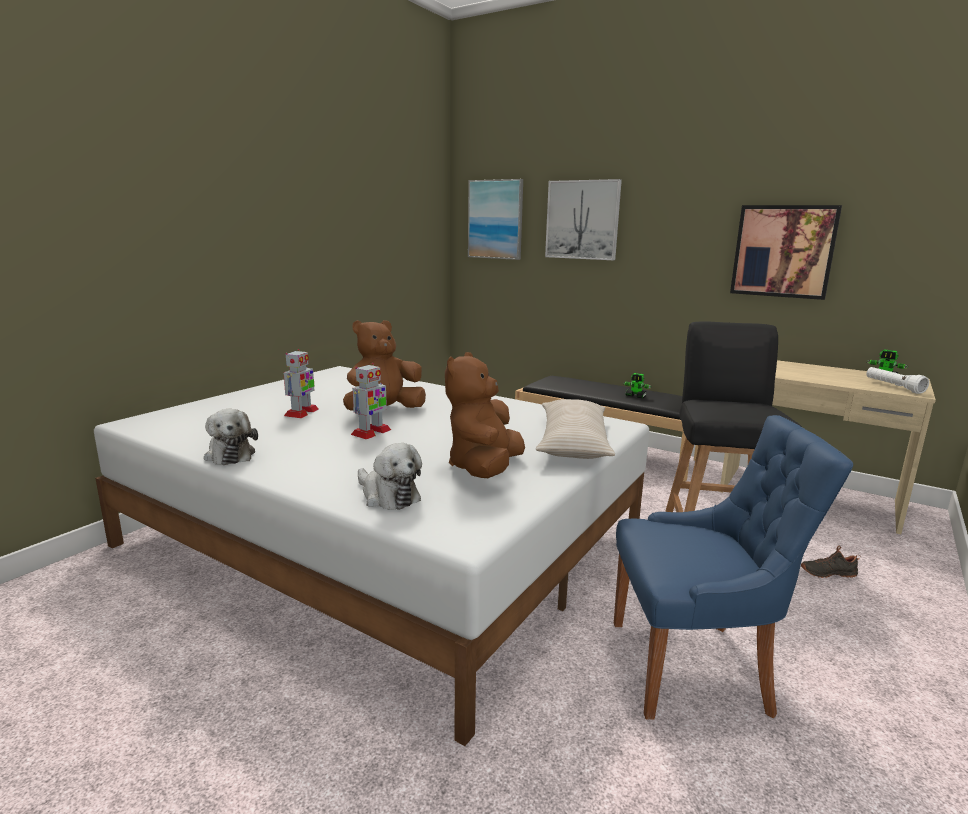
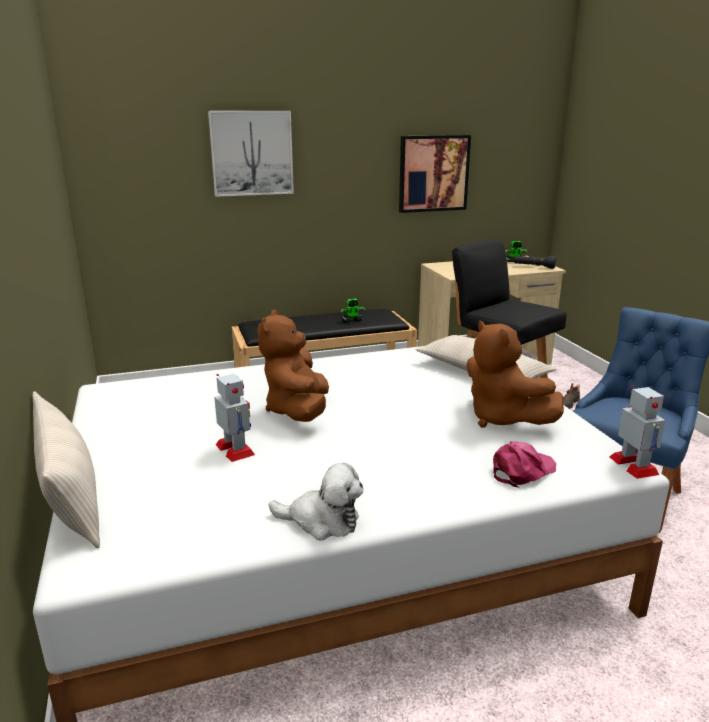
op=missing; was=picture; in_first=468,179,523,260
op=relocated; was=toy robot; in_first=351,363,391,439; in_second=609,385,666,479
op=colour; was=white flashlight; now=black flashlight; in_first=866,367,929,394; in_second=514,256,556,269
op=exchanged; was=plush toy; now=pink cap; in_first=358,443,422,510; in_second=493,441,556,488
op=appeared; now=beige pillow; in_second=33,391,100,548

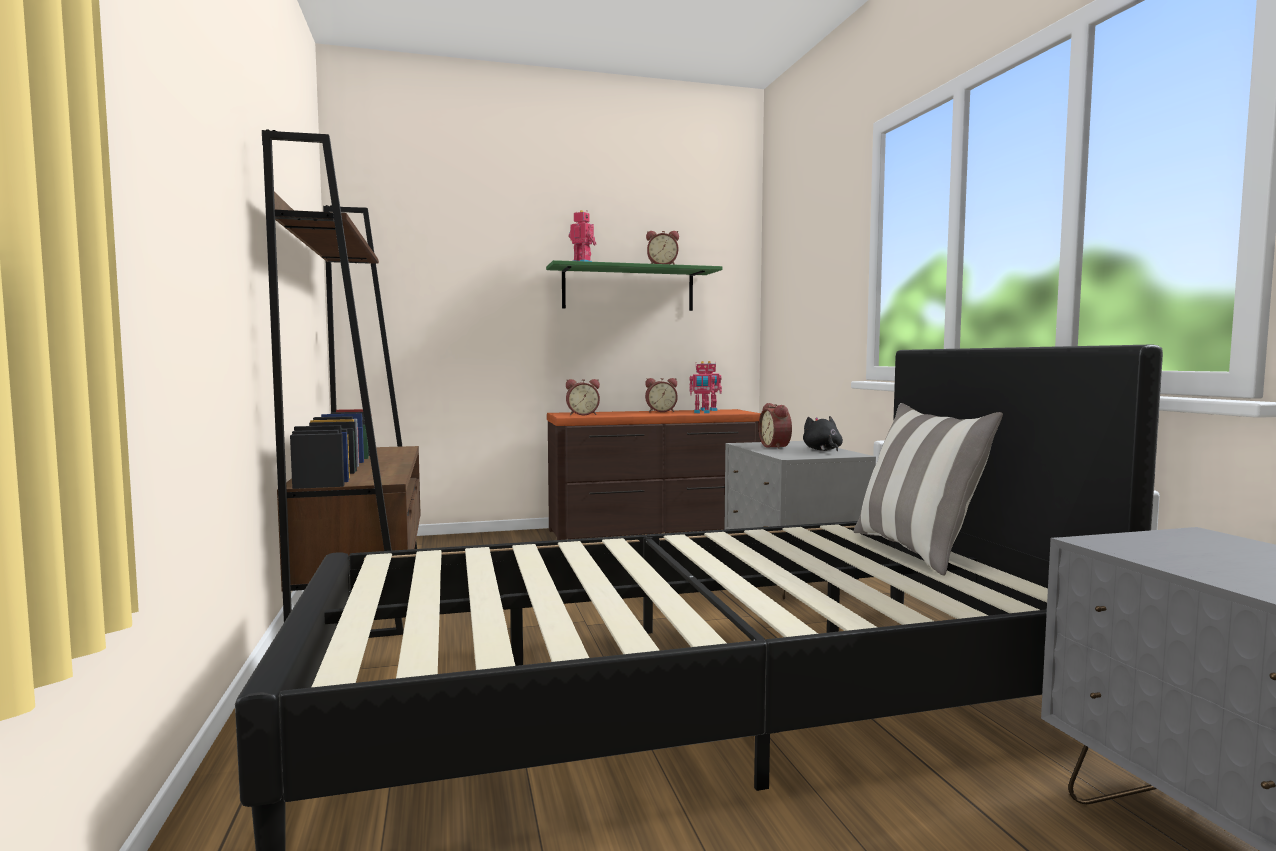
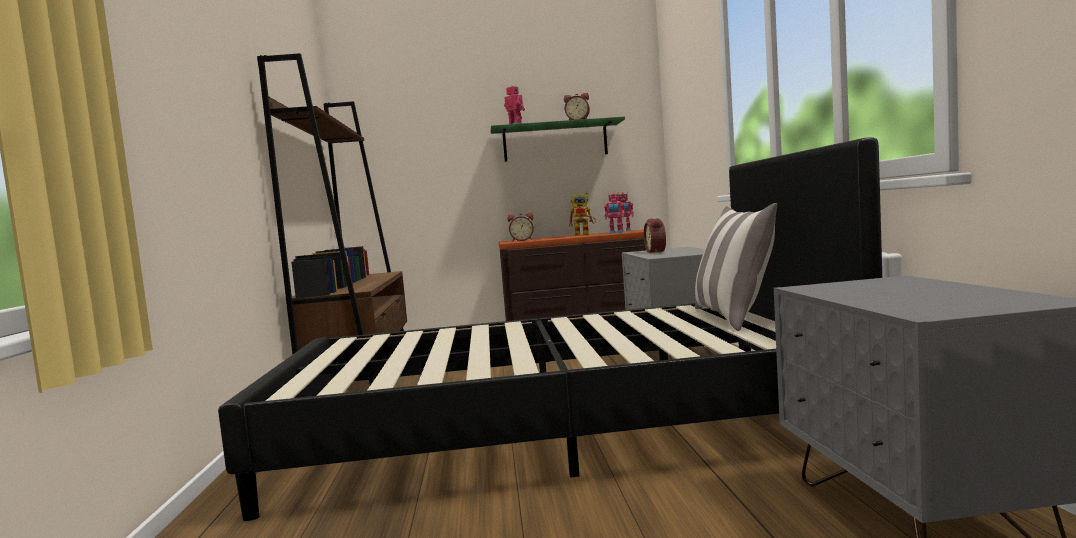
op=exchanged; was=alarm clock; now=toy robot; in_first=645,378,678,412; in_second=569,192,596,236
op=missing; was=black plush toy; in_first=803,416,843,451

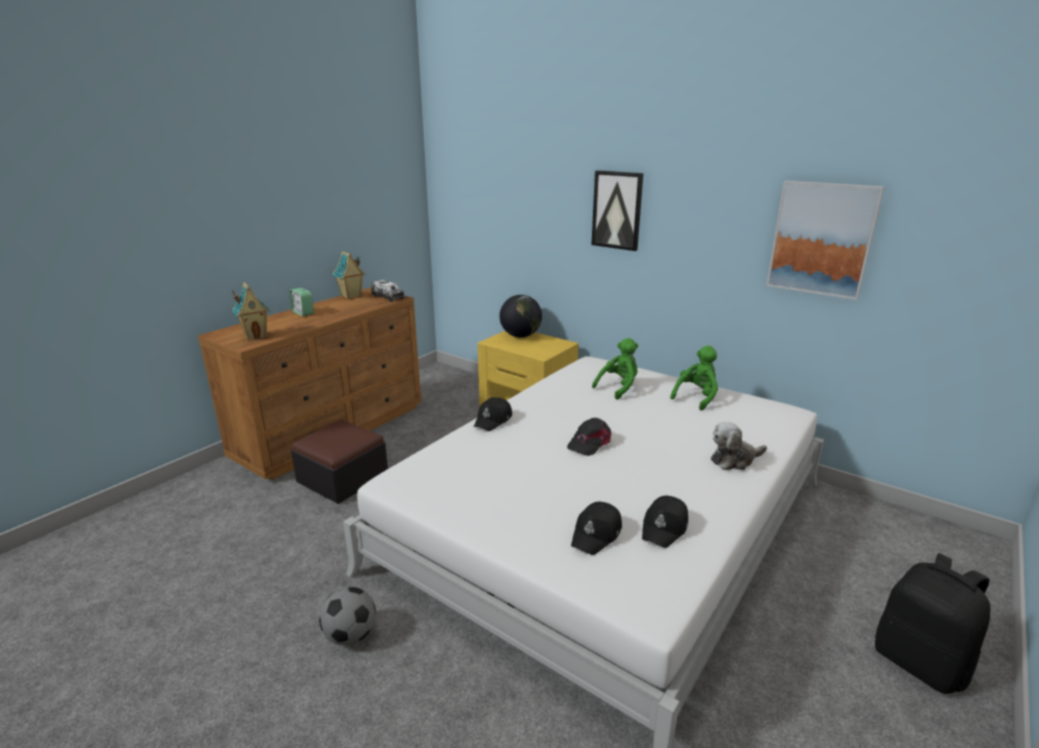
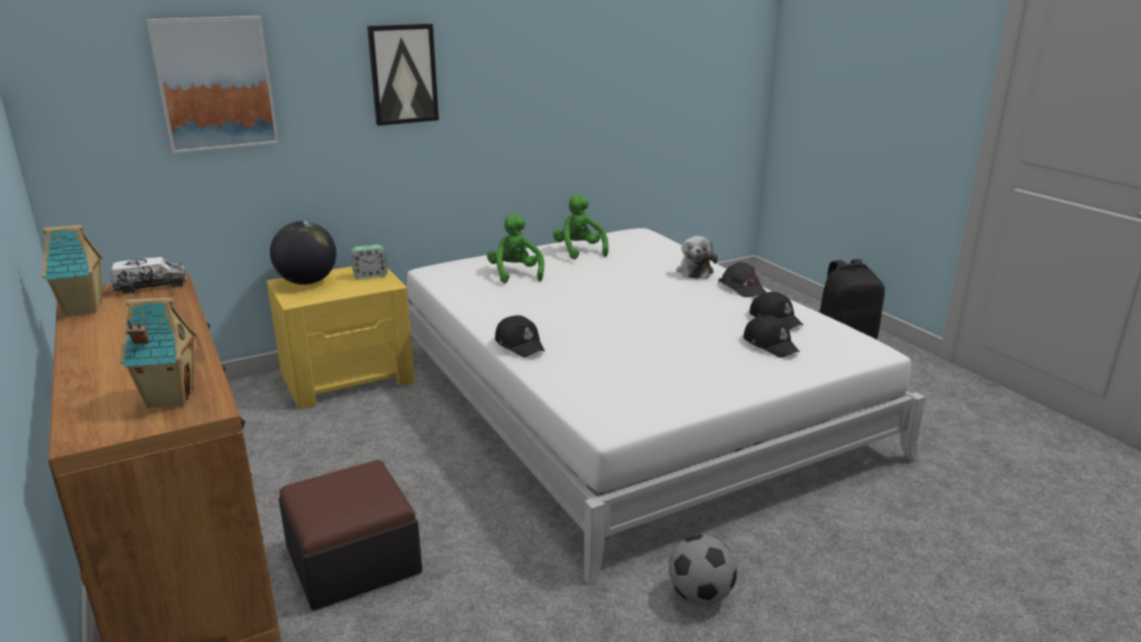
op=relocated; was=picture; in_first=766,181,884,300; in_second=147,16,279,153
op=relocated; was=alarm clock; in_first=289,288,314,316; in_second=351,244,387,279
op=relocated; was=black cap; in_first=567,418,611,456; in_second=719,262,767,297

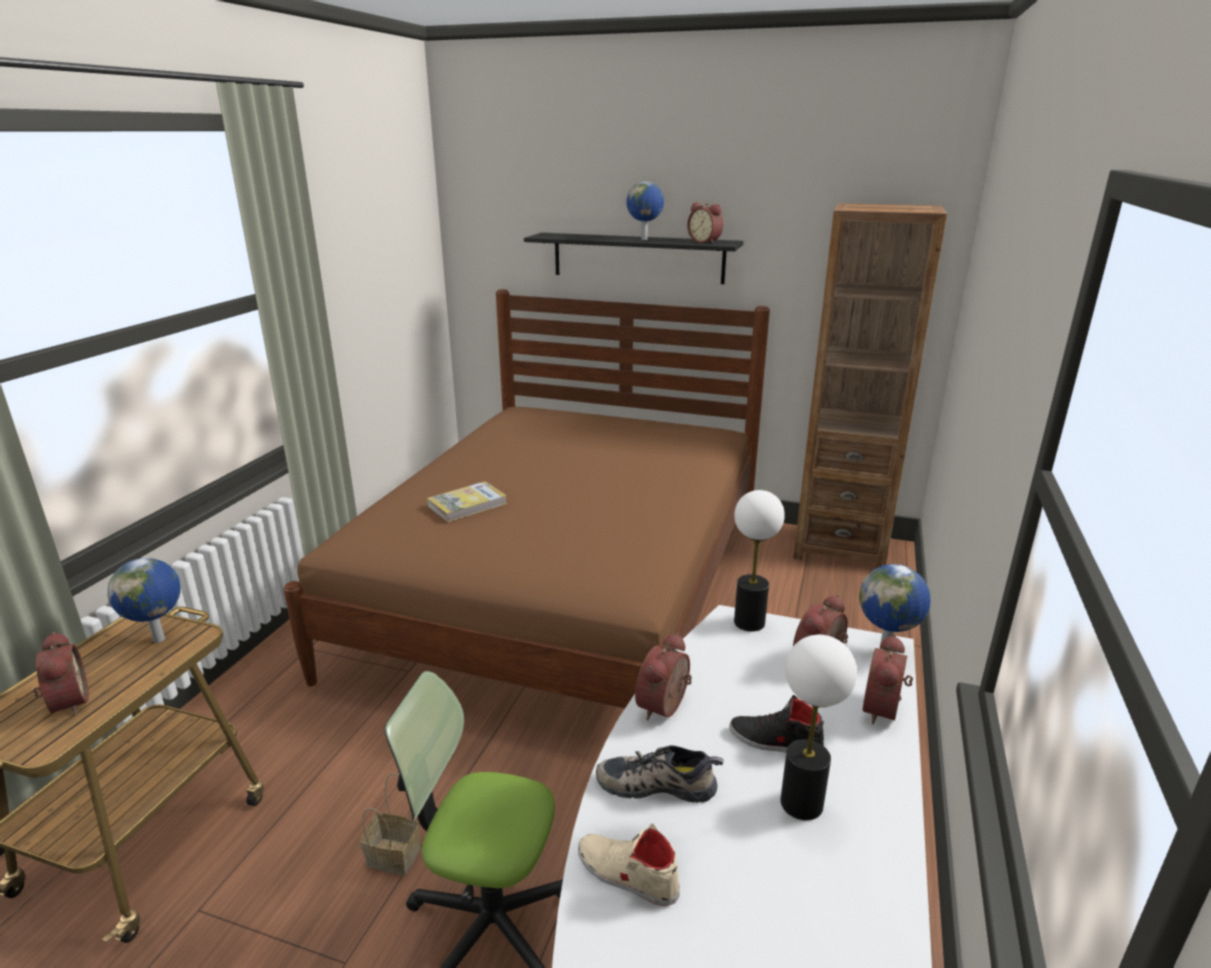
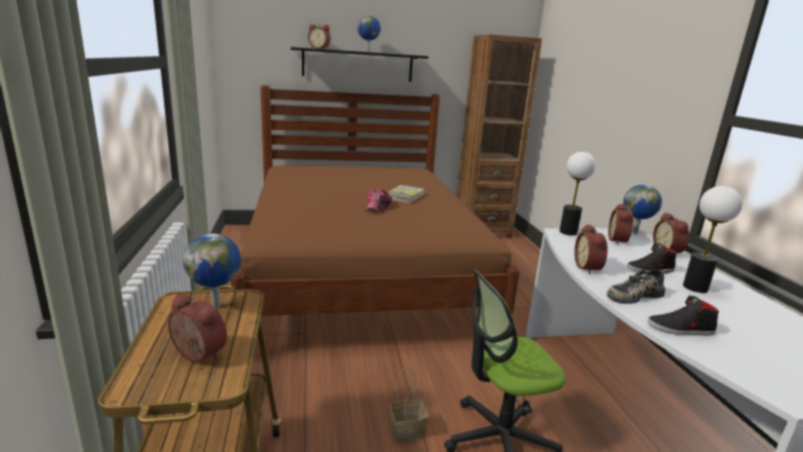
op=relocated; was=alarm clock; in_first=687,203,723,244; in_second=308,24,331,49
op=relocated; was=book; in_first=427,481,507,522; in_second=387,185,424,204
op=colour; was=beige shoe; now=black shoe; in_first=578,823,680,907; in_second=647,295,719,336
op=appeared; now=cap; in_second=366,189,392,212

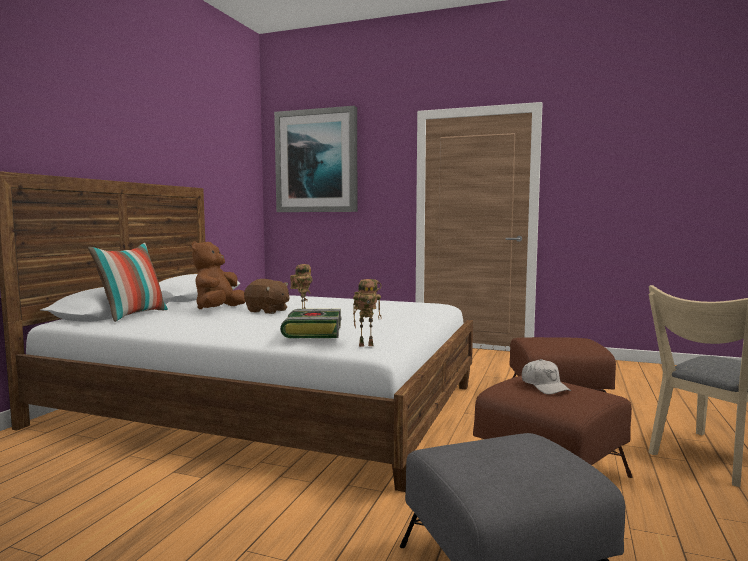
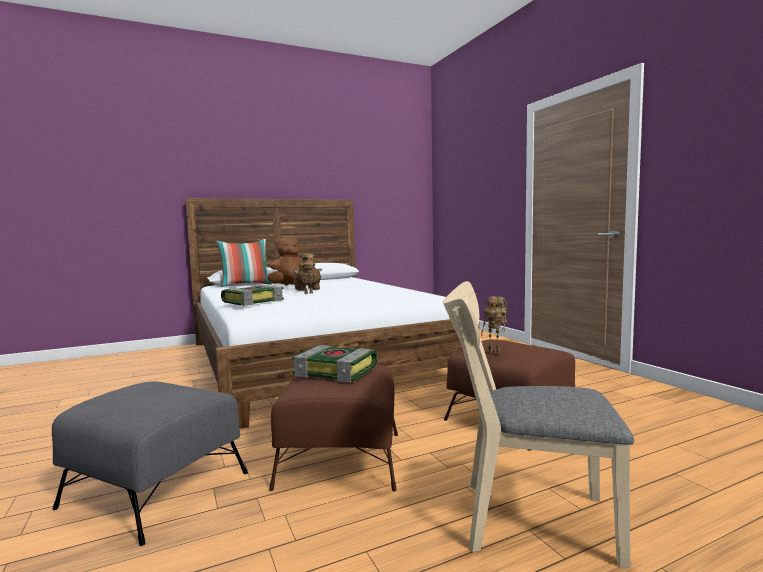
op=missing; was=picture; in_first=274,106,358,212
op=relocated; was=toy robot; in_first=353,279,381,347; in_second=481,296,507,354
op=exchanged; was=white cap; now=book; in_first=522,359,571,395; in_second=292,345,377,382

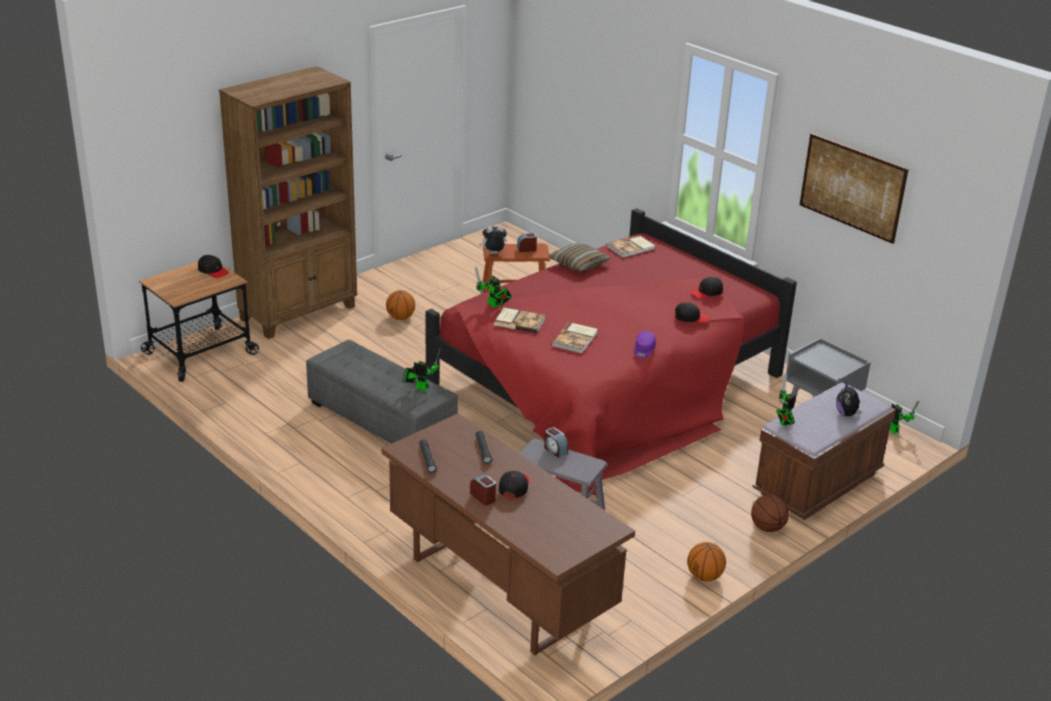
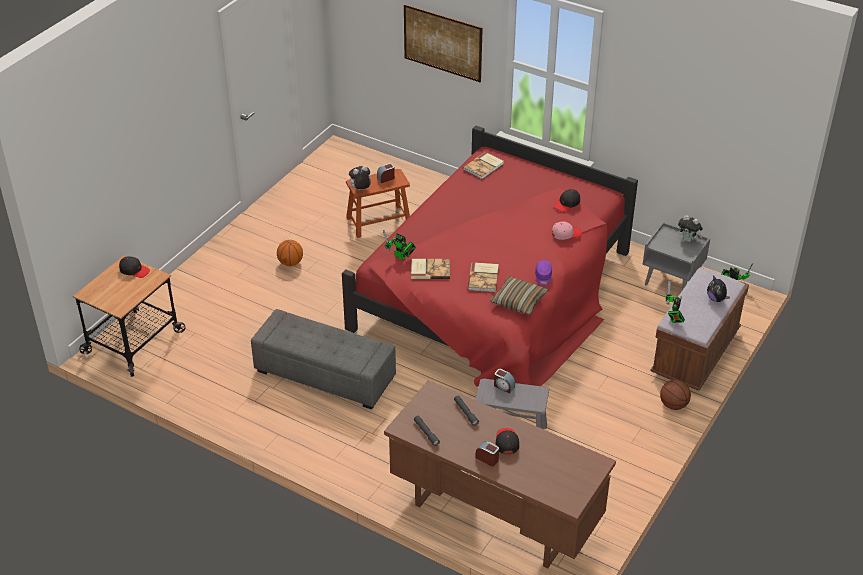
op=missing; was=brown bookcase; in_first=219,66,357,339
op=relocated; was=picture; in_first=800,133,909,244; in_second=404,4,483,82
op=relocated; was=pillow; in_first=548,243,611,272; in_second=490,276,548,315
op=colour; was=black cap; now=pink cap; in_first=675,302,710,323; in_second=552,222,582,240
op=missing; was=toy robot; in_first=403,349,440,391
op=missing; was=basketball; in_first=687,542,726,582
op=appeared; now=plush toy; in_second=678,215,703,242

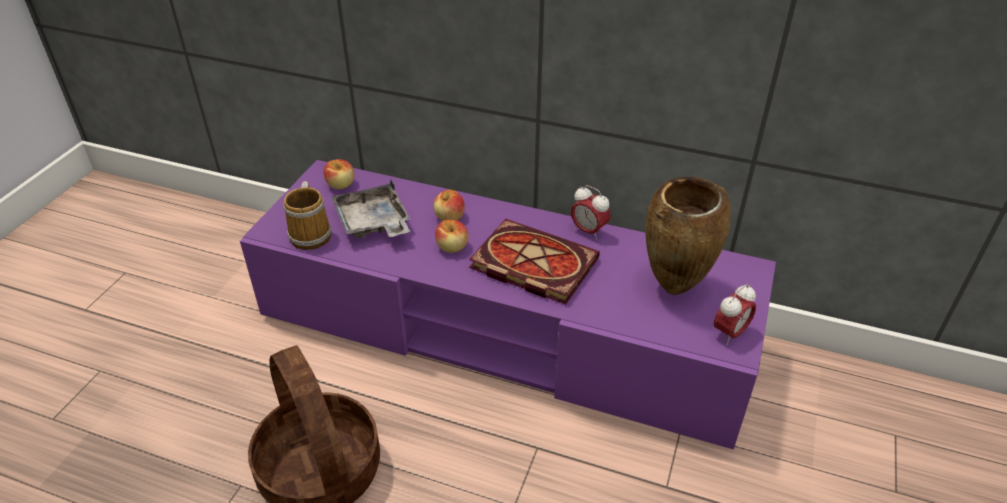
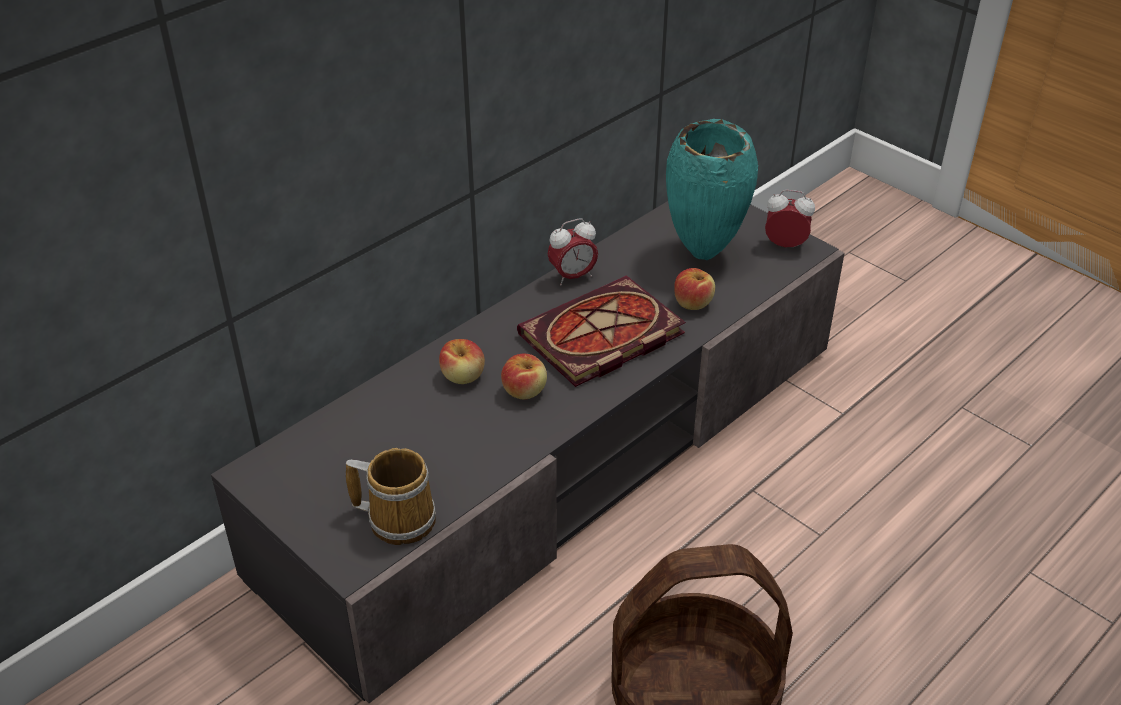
op=relocated; was=apple; in_first=323,159,354,189; in_second=674,268,715,310
op=colour; was=purple tv stand; now=grey tv stand; in_first=240,160,776,449; in_second=211,201,845,703
op=colour; was=brown vase; now=turquoise vase; in_first=645,177,731,295; in_second=666,119,758,260
op=missing; was=grey tray; in_first=331,180,410,238
op=spun; was=alarm clock; in_first=714,284,756,345; in_second=765,190,815,247; clockwise=-60

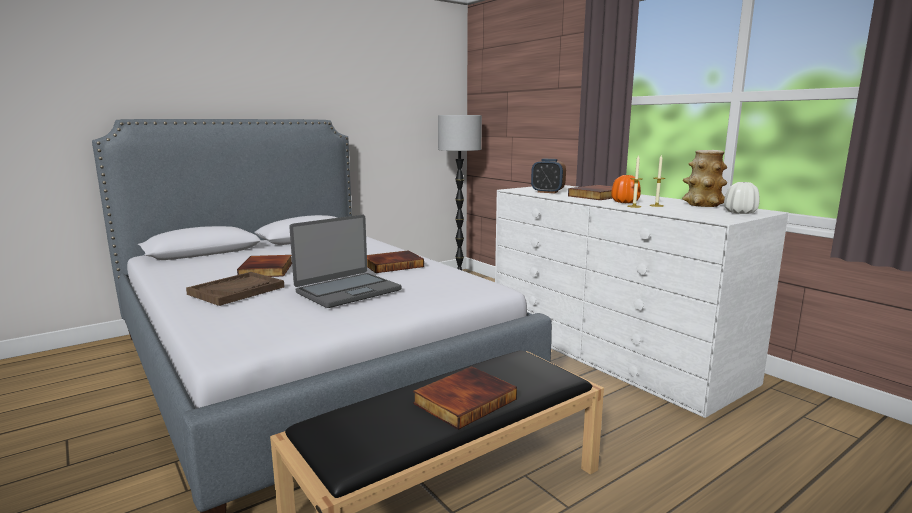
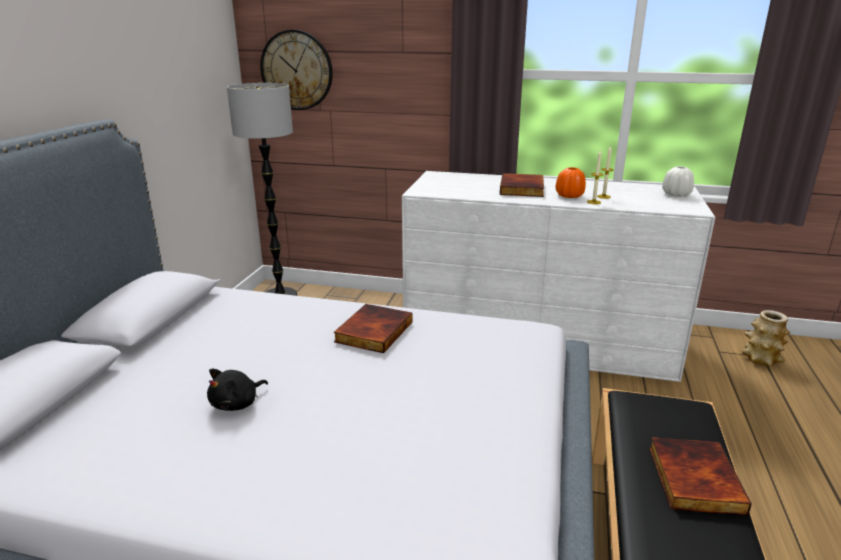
op=relocated; was=vase; in_first=682,150,727,207; in_second=742,310,790,366
op=missing; was=alarm clock; in_first=531,159,566,193
op=missing; was=laptop; in_first=289,214,402,308
op=exchanged; was=book; now=black plush toy; in_first=237,255,292,277; in_second=207,369,268,411
op=missing; was=brown tray; in_first=186,272,284,306
op=appeared; now=wall clock; in_second=260,30,333,110

